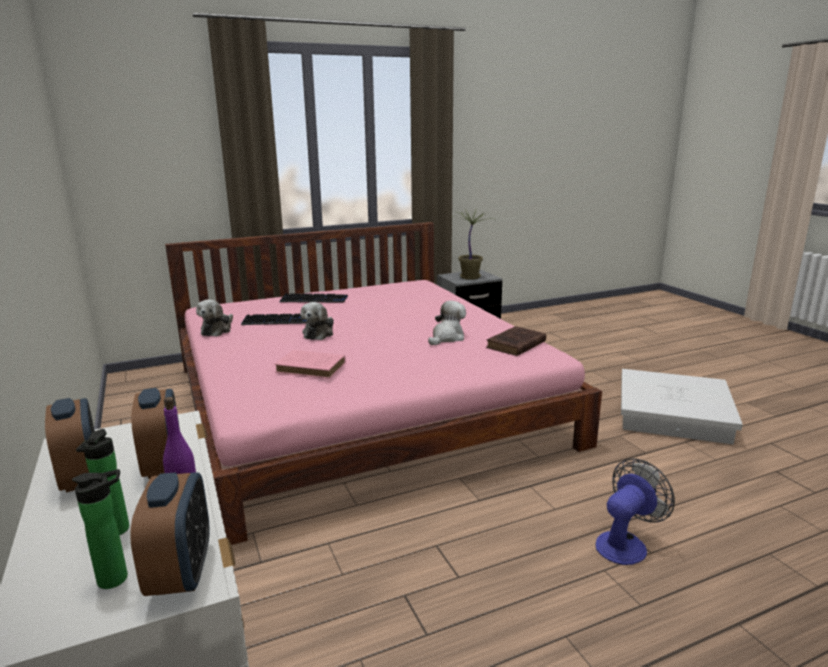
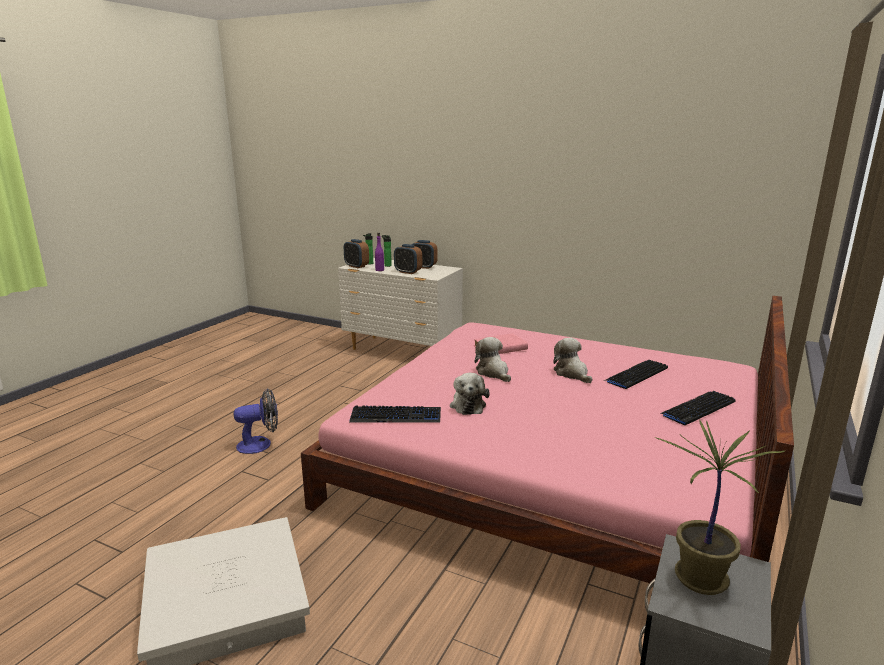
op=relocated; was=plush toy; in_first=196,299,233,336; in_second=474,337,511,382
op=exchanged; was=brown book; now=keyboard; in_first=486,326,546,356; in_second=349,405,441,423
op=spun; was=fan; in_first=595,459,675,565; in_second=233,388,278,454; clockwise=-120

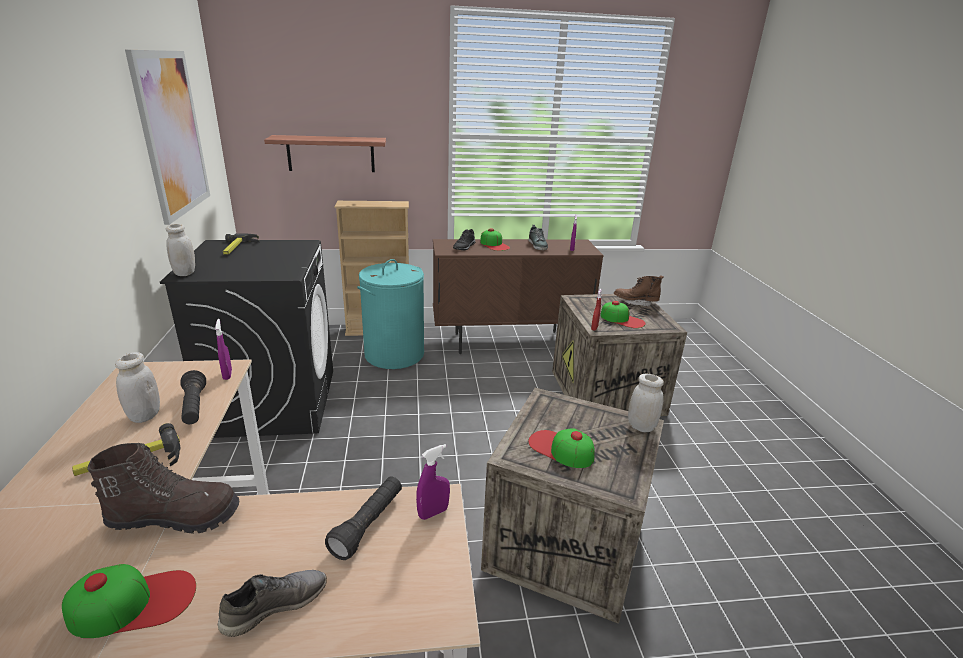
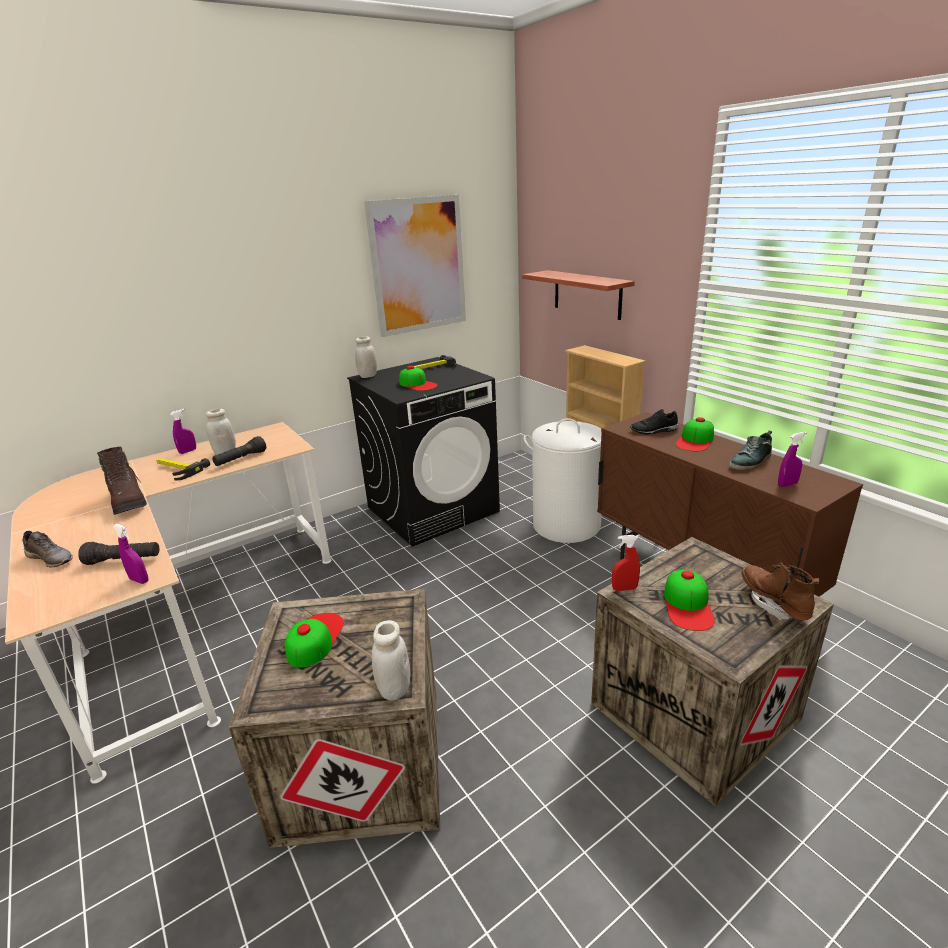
op=colour; was=turquoise laundry basket; now=white laundry basket; in_first=357,259,424,369; in_second=524,418,602,543
op=relocated; was=purple spray bottle; in_first=215,319,232,380; in_second=170,409,196,454
op=relocated; was=cap; in_first=62,564,196,638; in_second=399,366,438,391

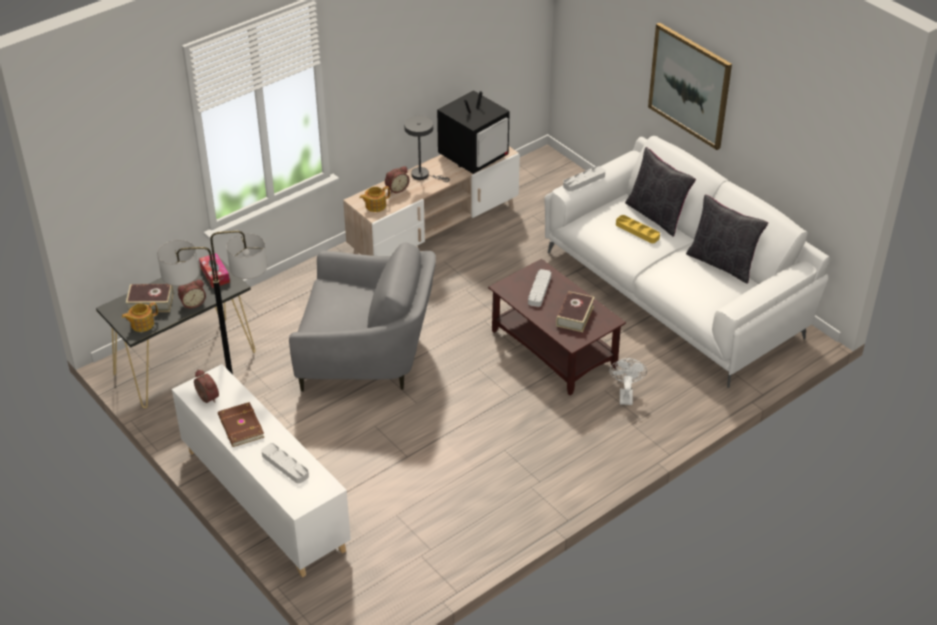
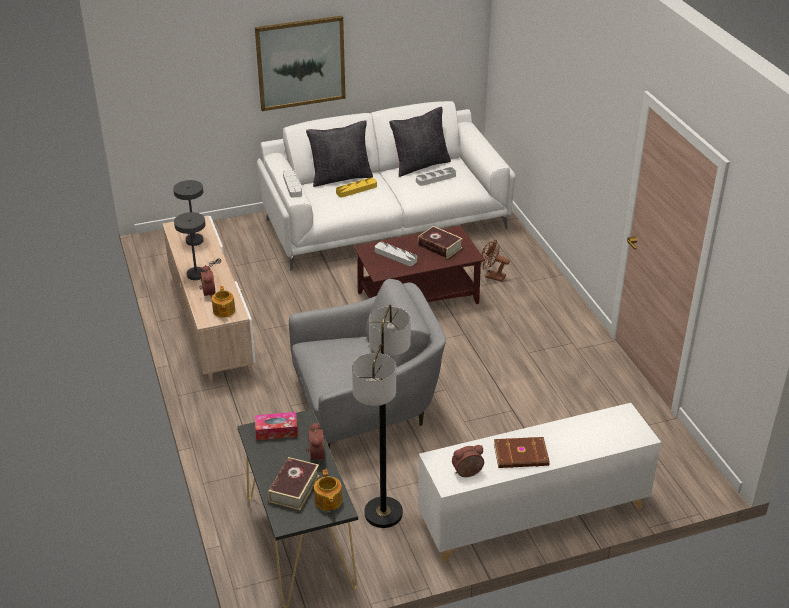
op=exchanged; was=television; now=grey table lamp; in_first=437,90,510,174; in_second=173,180,204,246
op=spun; was=grey armchair; in_first=289,243,436,392; in_second=289,279,446,449; clockwise=45
op=colour; was=white fan; now=brown fan; in_first=609,358,647,405; in_second=481,240,510,282
op=relocated; was=grey tray; in_first=261,443,309,484; in_second=416,167,456,186

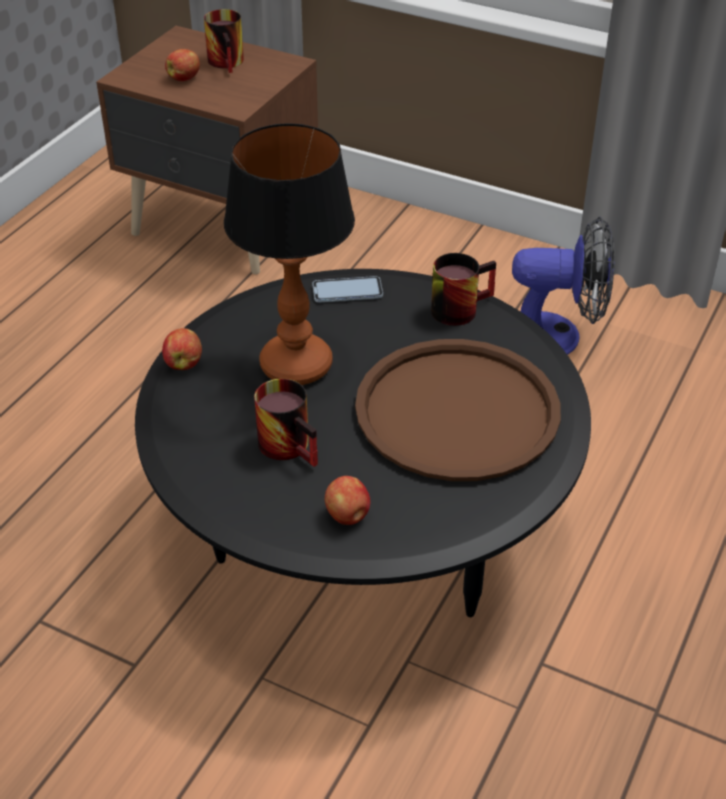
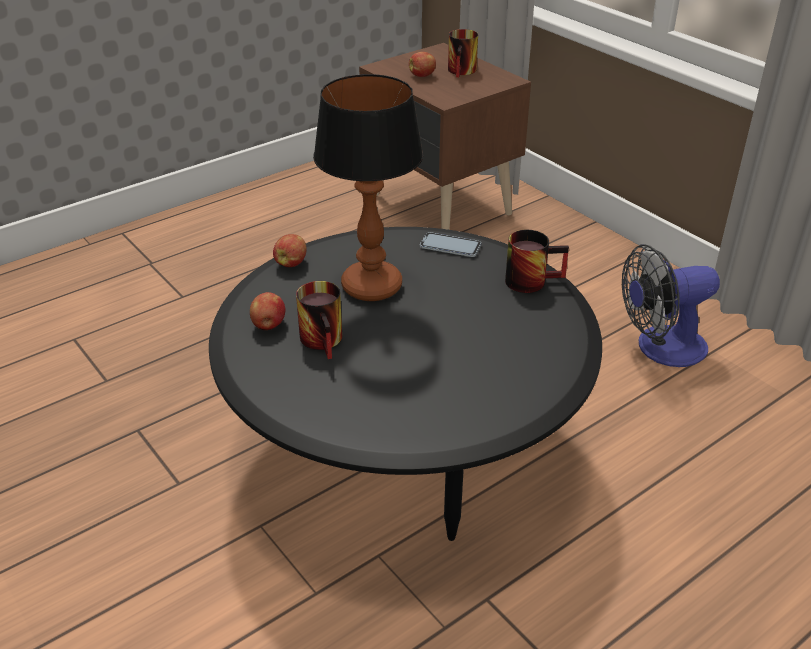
op=spun; was=fan; in_first=512,216,615,355; in_second=622,244,720,367; clockwise=135
op=missing; was=brown tray; in_first=355,339,561,481
op=relocated; was=apple; in_first=325,476,370,525; in_second=250,292,286,330

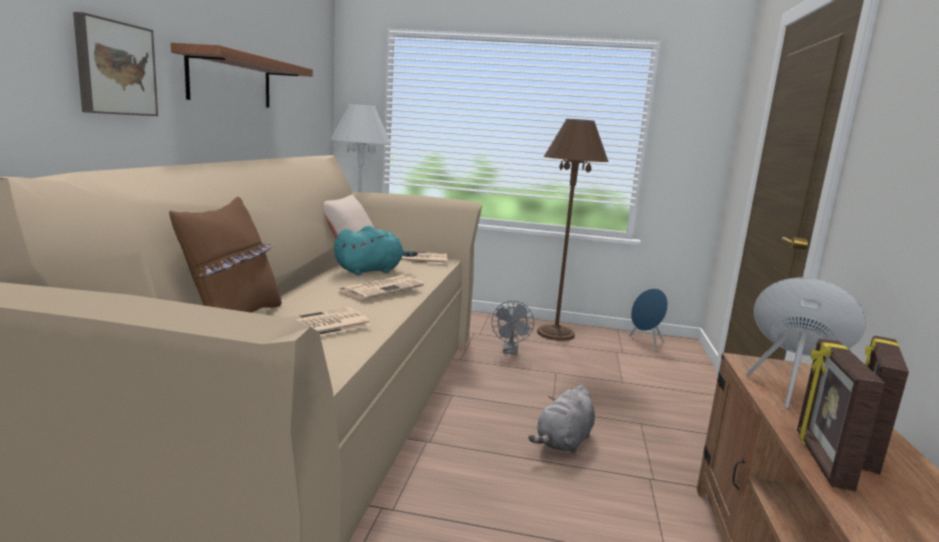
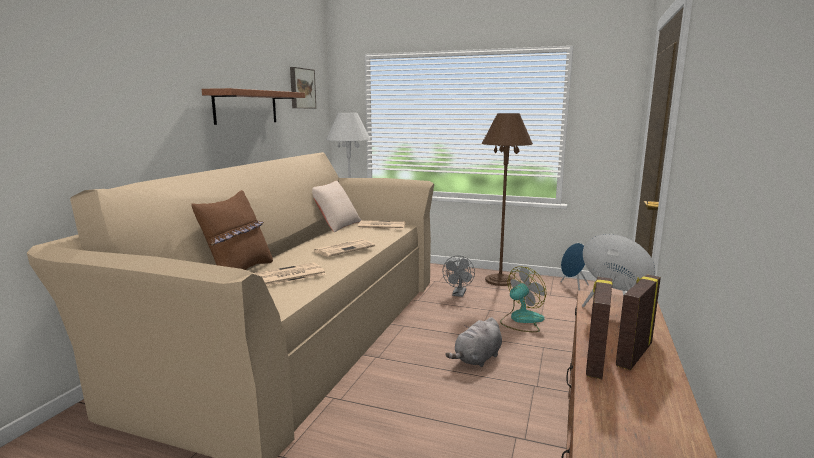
op=relocated; was=picture; in_first=73,12,158,116; in_second=290,67,316,108
op=missing; was=turquoise plush toy; in_first=334,226,418,275
op=appeared; now=fan; in_second=500,266,546,332

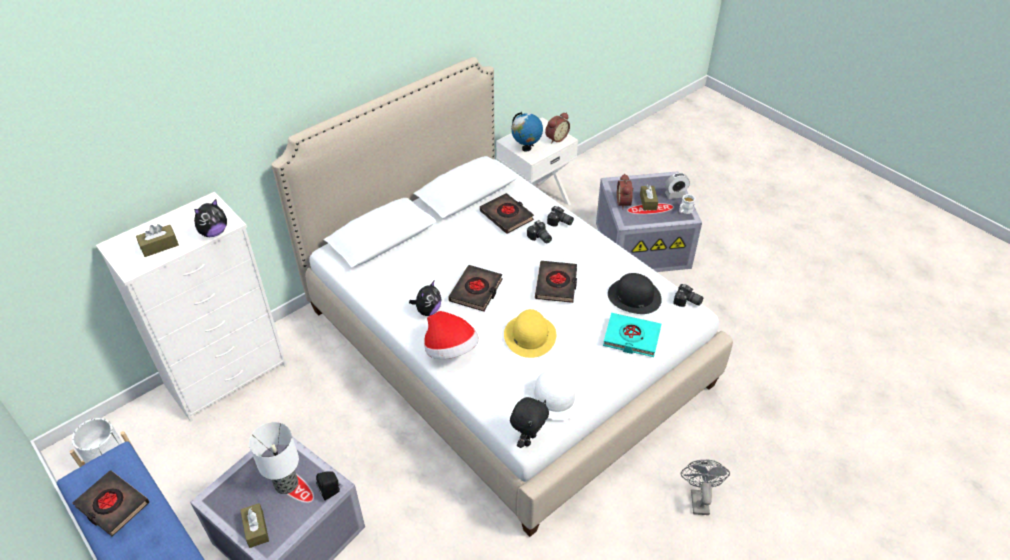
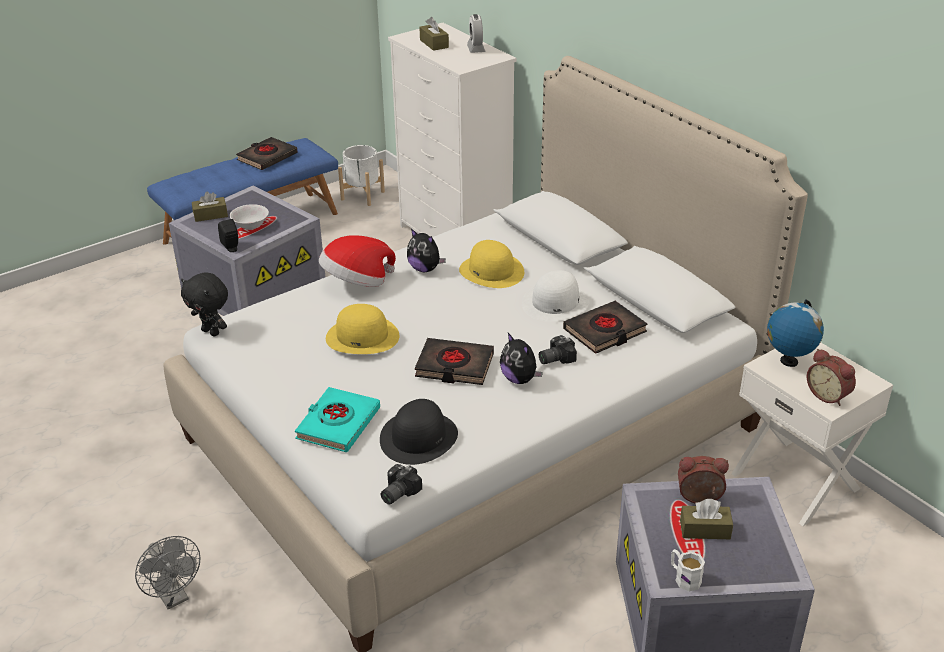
op=relocated; was=alarm clock; in_first=665,173,690,199; in_second=467,14,486,53
op=relocated; was=plush toy; in_first=194,199,227,237; in_second=500,333,543,384
op=missing; was=photo camera; in_first=547,206,574,227
op=missing; was=black book; in_first=448,265,503,311
op=relocated; was=white hat; in_first=525,370,584,420; in_second=522,270,590,322
op=exchanged; was=table lamp; now=white bowl; in_first=249,422,299,494; in_second=230,204,269,230
op=spun; was=grey fan; in_first=681,460,730,515; in_second=135,536,200,610; clockwise=45
op=appeared; now=yellow hat; in_second=459,240,524,288

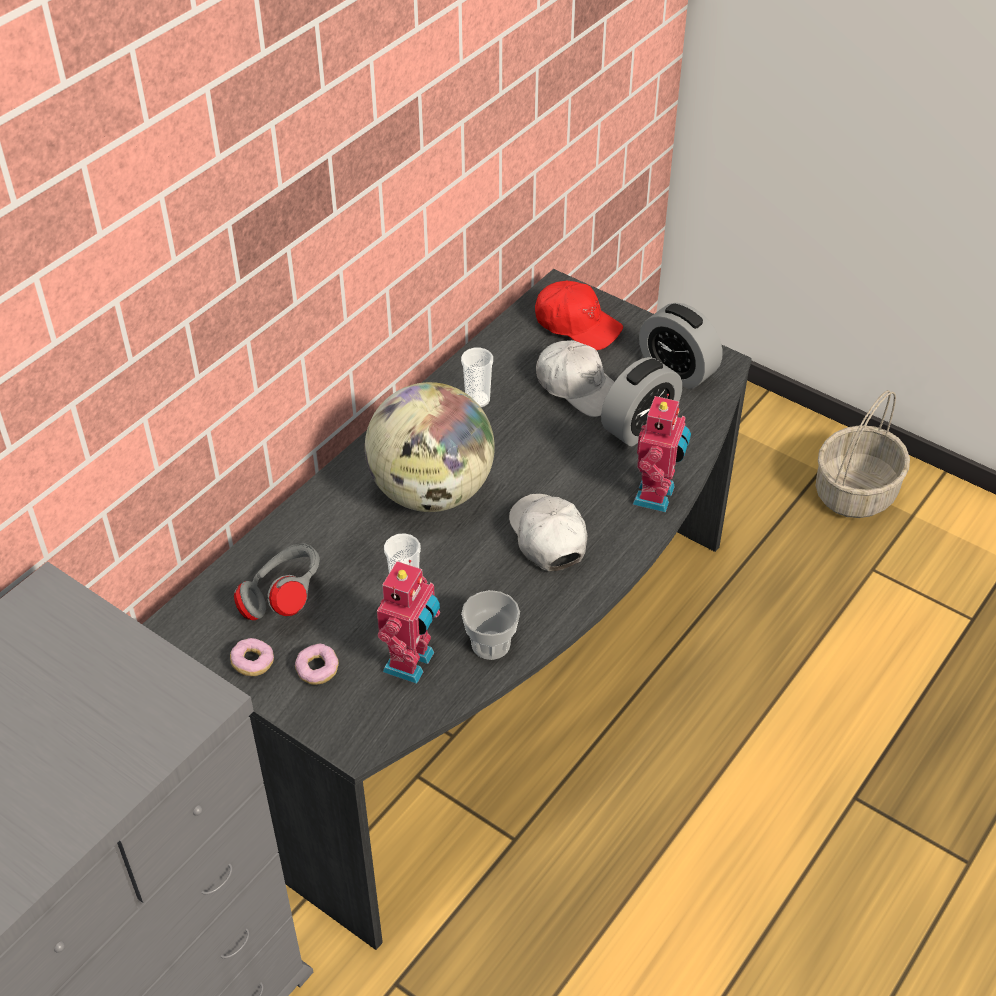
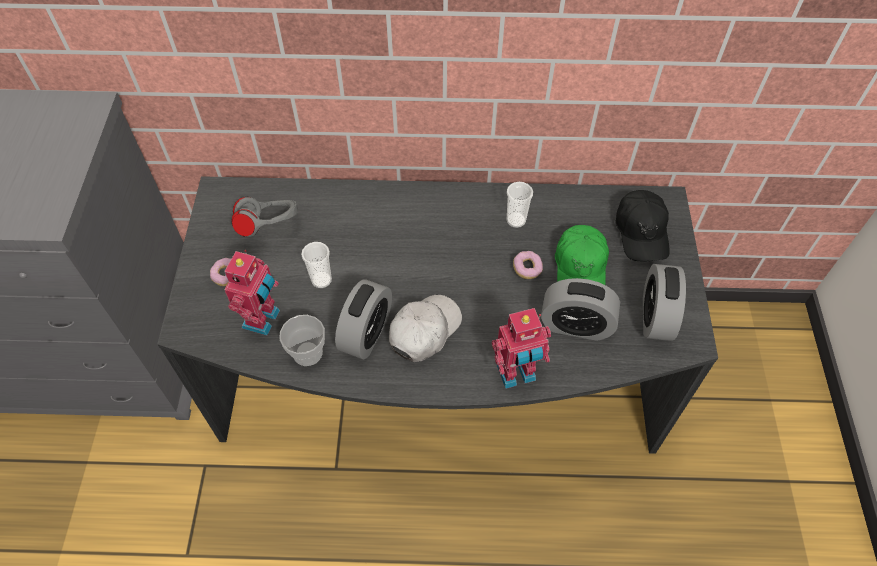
op=colour; was=red cap; now=black cap; in_first=535,281,623,350; in_second=615,190,670,261
op=colour; was=white cap; now=green cap; in_first=536,340,614,417; in_second=555,225,609,285
op=missing; was=globe; in_first=365,382,495,512
op=missing; was=basket; in_first=816,390,910,518
op=spun; was=toy robot; in_first=377,560,440,684; in_second=224,250,280,336; clockwise=-60
op=relocated; was=donut; in_first=230,638,274,676; in_second=513,251,543,279
op=appeared; now=alarm clock; in_second=335,279,392,360

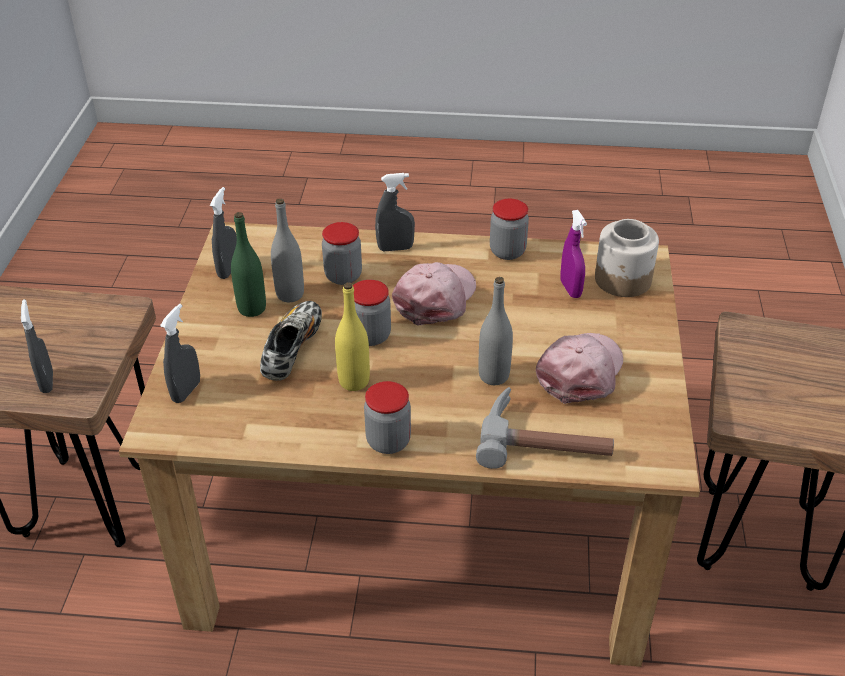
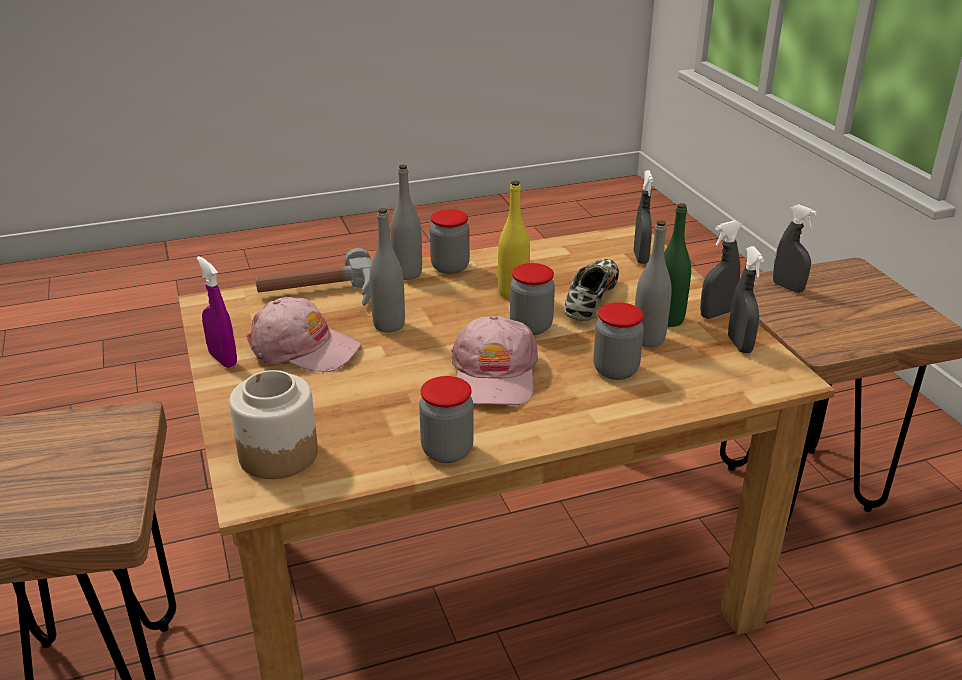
op=relocated; was=grey spray bottle; in_first=375,173,415,251; in_second=700,220,742,319
op=relocated; was=purple spray bottle; in_first=561,210,587,298; in_second=197,256,237,368
op=spun; was=shoe; in_first=260,301,322,381; in_second=564,259,619,321; clockwise=-150
op=spun; was=pink cap; in_first=536,333,623,404; in_second=246,297,361,372; clockwise=-75
op=appeared; now=grey bottle; in_second=390,164,422,280

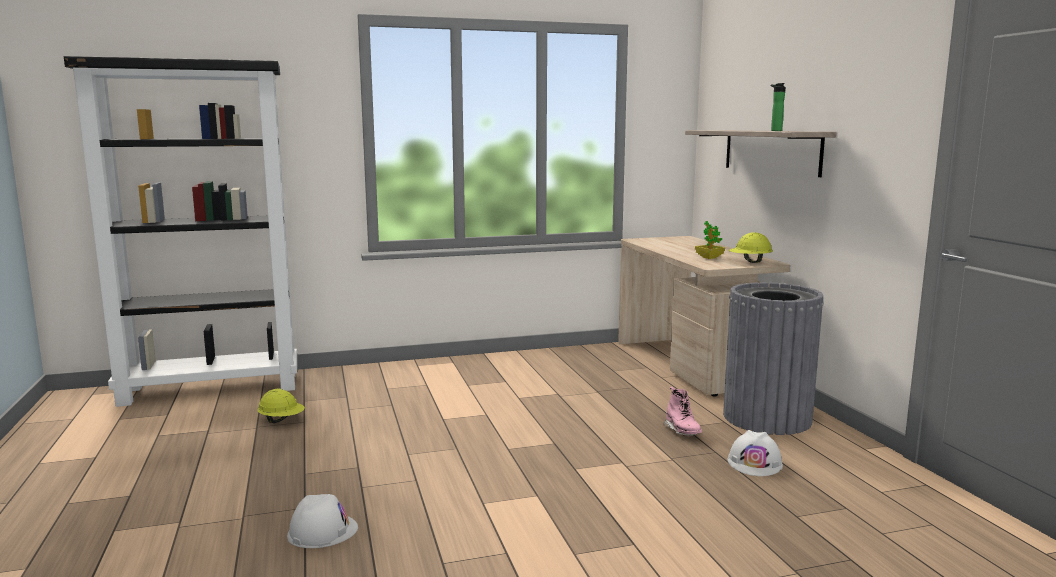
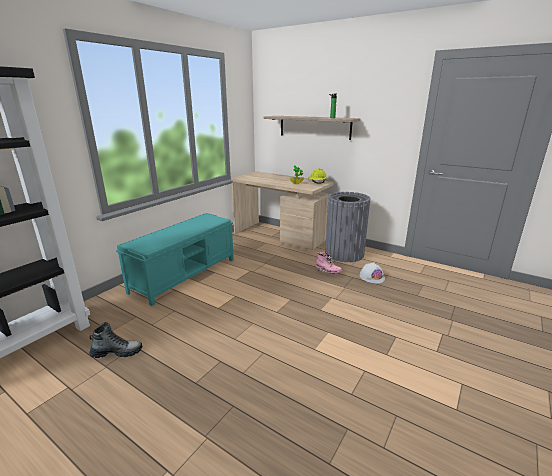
op=exchanged; was=yellow hard hat; now=boot; in_first=257,389,305,423; in_second=89,322,142,358
op=missing; was=white hard hat; in_first=287,494,358,548
op=appeared; now=turquoise bench; in_second=116,213,234,306

